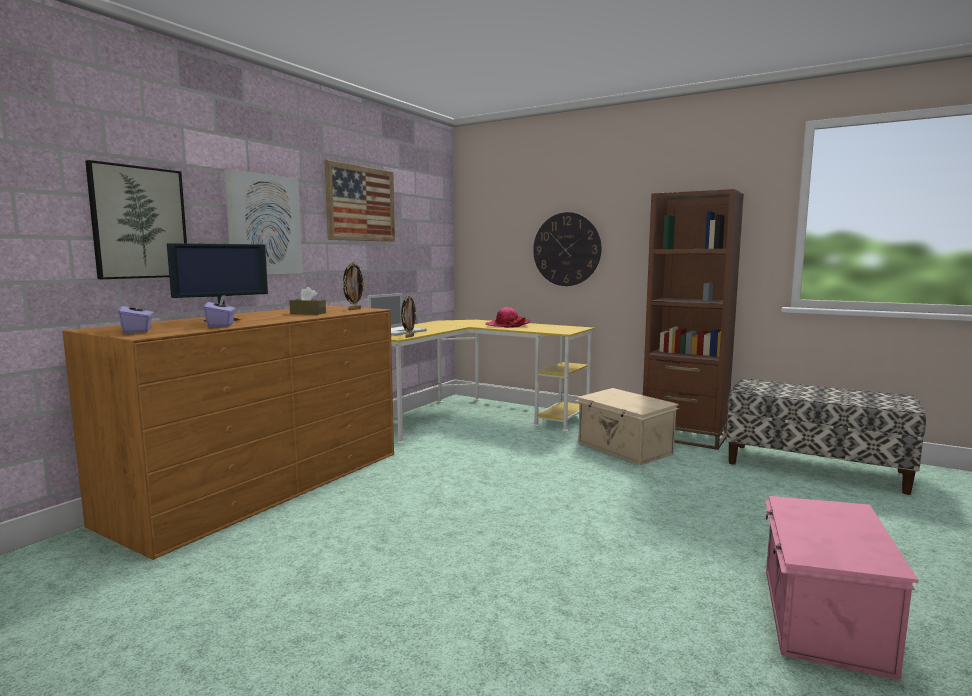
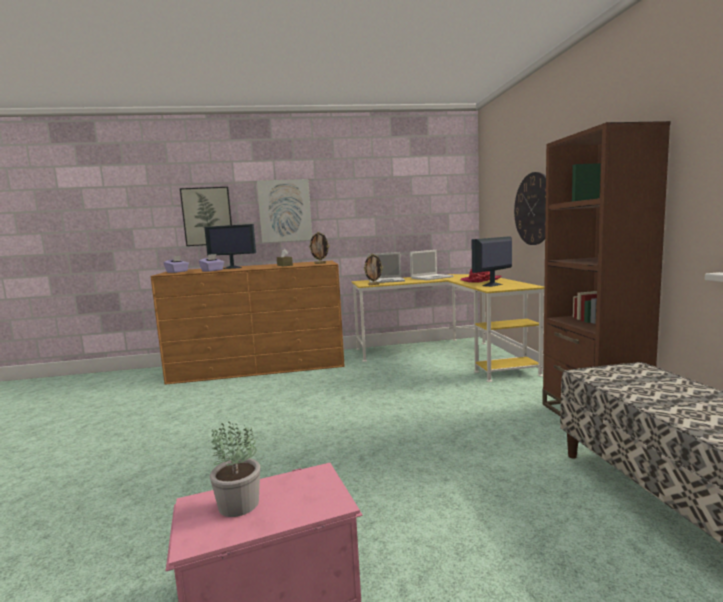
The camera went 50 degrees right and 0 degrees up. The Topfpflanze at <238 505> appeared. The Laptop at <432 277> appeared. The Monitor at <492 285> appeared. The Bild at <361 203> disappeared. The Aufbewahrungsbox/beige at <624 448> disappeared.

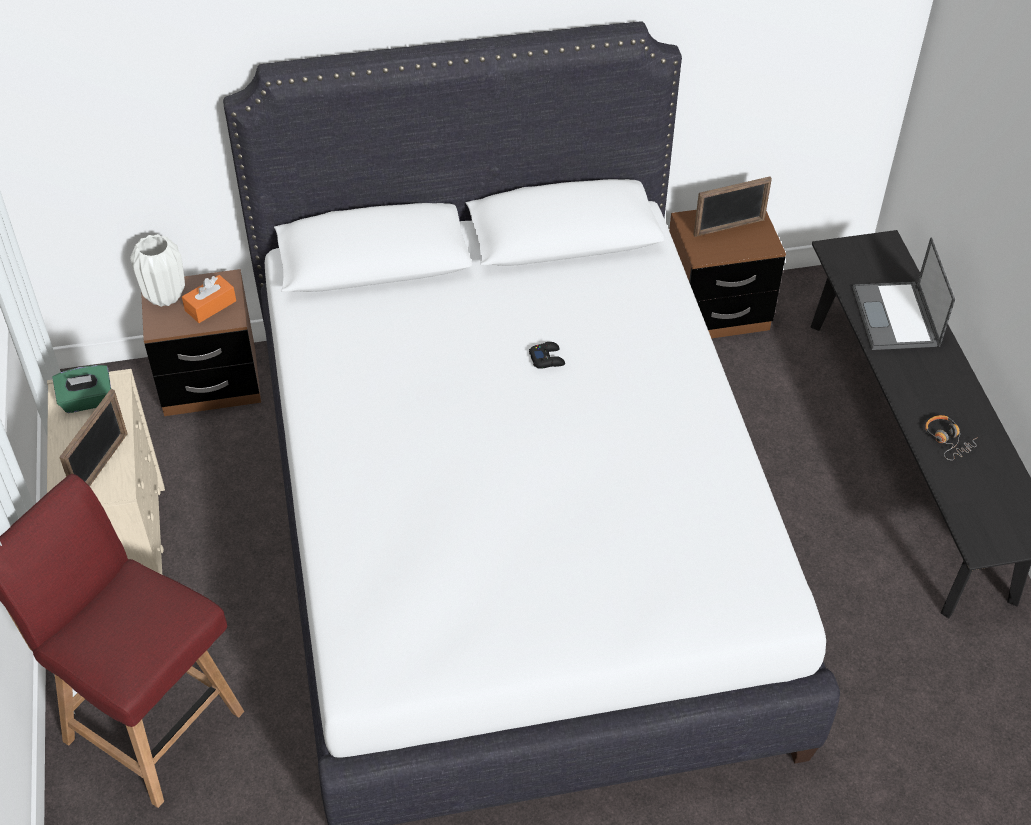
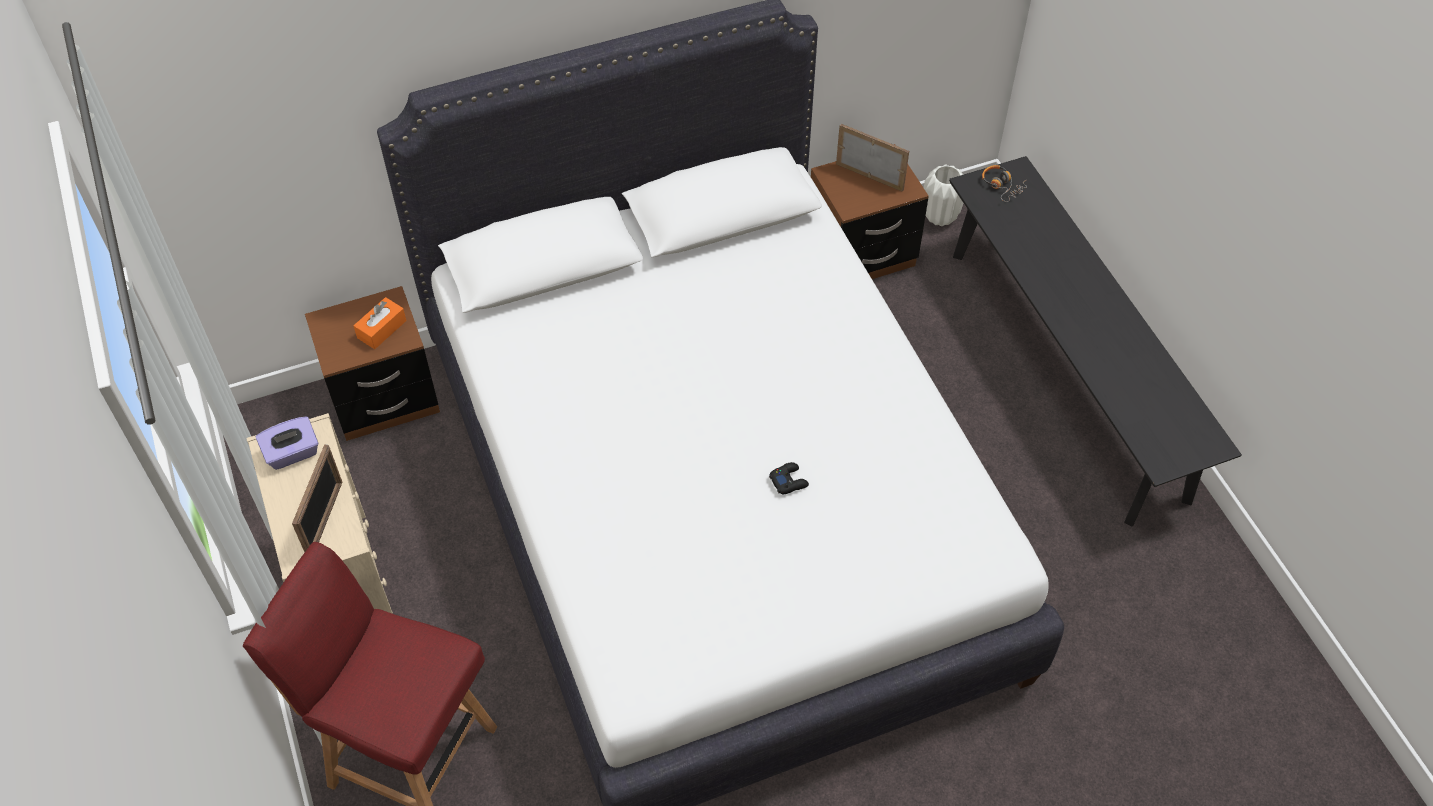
The camera went 10 degrees left and 5 degrees up. The Taschentuchbox/grün at <87 401> became the Taschentuchbox/lila at <292 453>. The Gamepad/schwarz moved from <547 359> to <789 481>. The Bilderrahmen at <729 227> turned 120 degrees counterclockwise. The Vase/weiß moved from <165 296> to <940 217>. The Kopfhörer moved from <947 440> to <1002 186>. The Laptop at <896 317> disappeared.

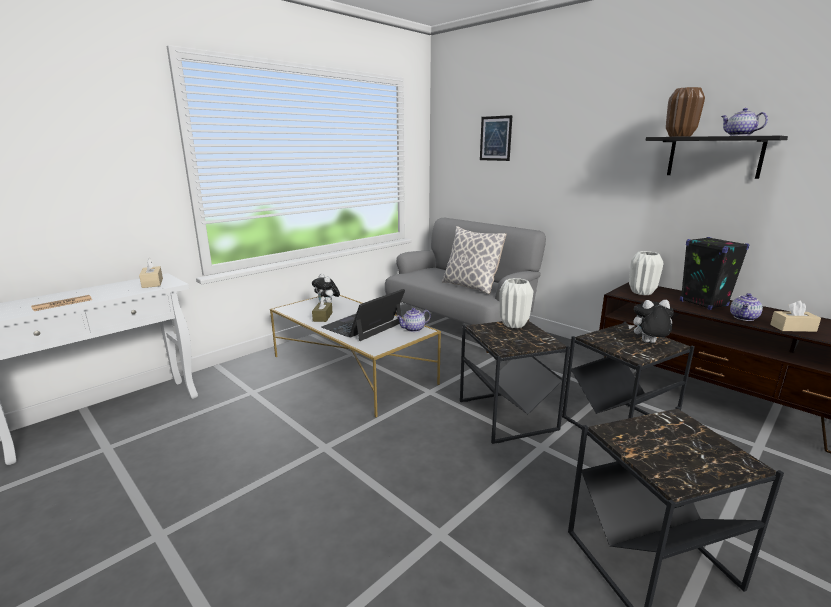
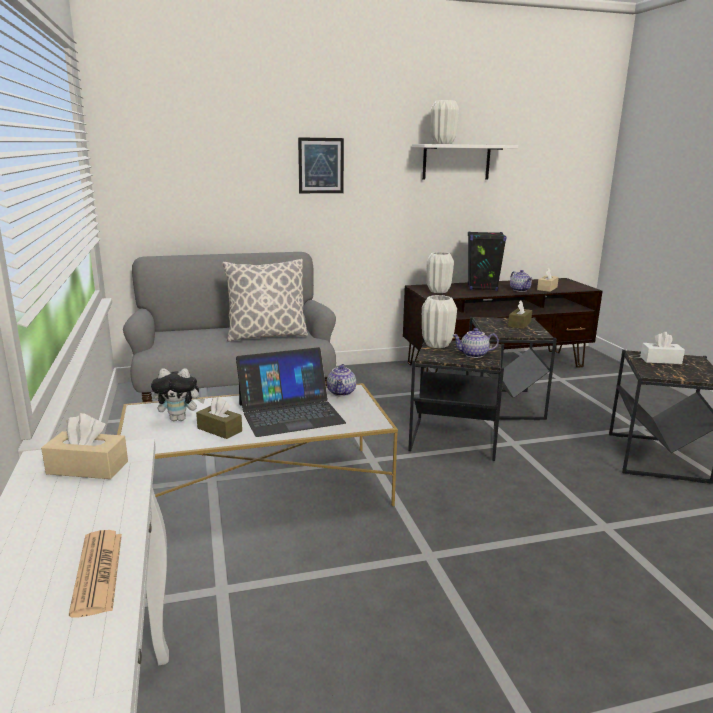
The camera went 60 degrees left and 0 degrees up. The Laptop at <363 325> turned 90 degrees counterclockwise. The Bild moved from <495 138> to <321 165>. The Wandregal/schwarz at <714 157> became the Wandregal/weiß at <456 162>. The Vase/braun at <680 136> became the Vase/weiß at <443 143>. The Teekanne moved from <738 135> to <473 355>. The Plüschtier at <648 343> was replaced by the Taschentuchbox/braun at <519 324>. The Taschentuchbox/weiß at <660 360> appeared.

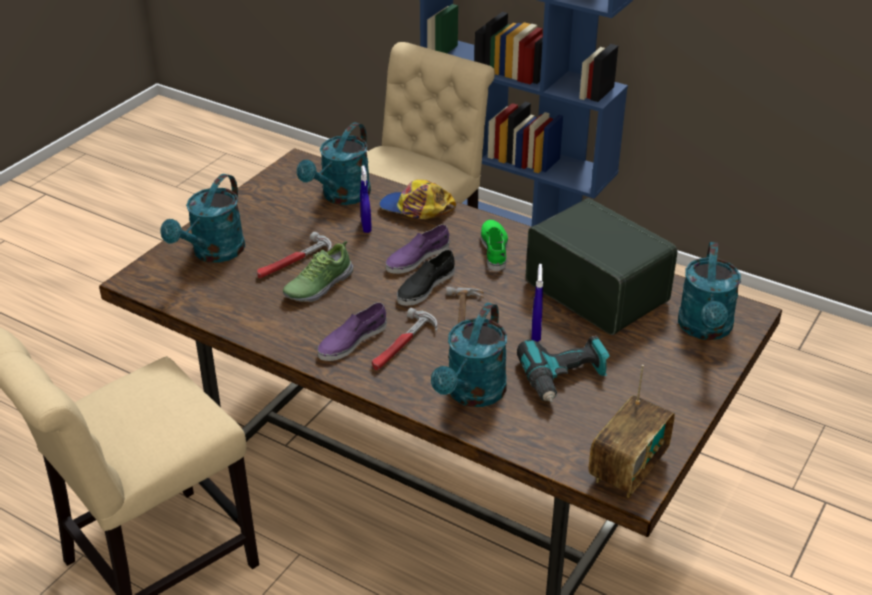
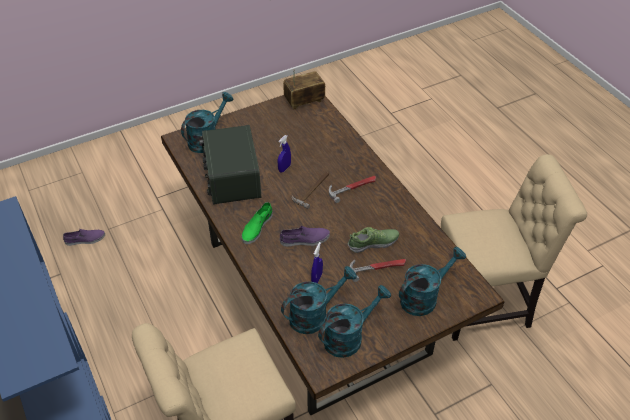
The camera went 150 degrees left and 10 degrees up. The Schuh/lila moved from <351 340> to <85 239>. The Gießkanne/türkis moved from <472 395> to <349 336>. The Kappe at <416 209> disappeared. The Schuh/schwarz at <425 286> disappeared. The Bohrmaschine at <565 379> disappeared.

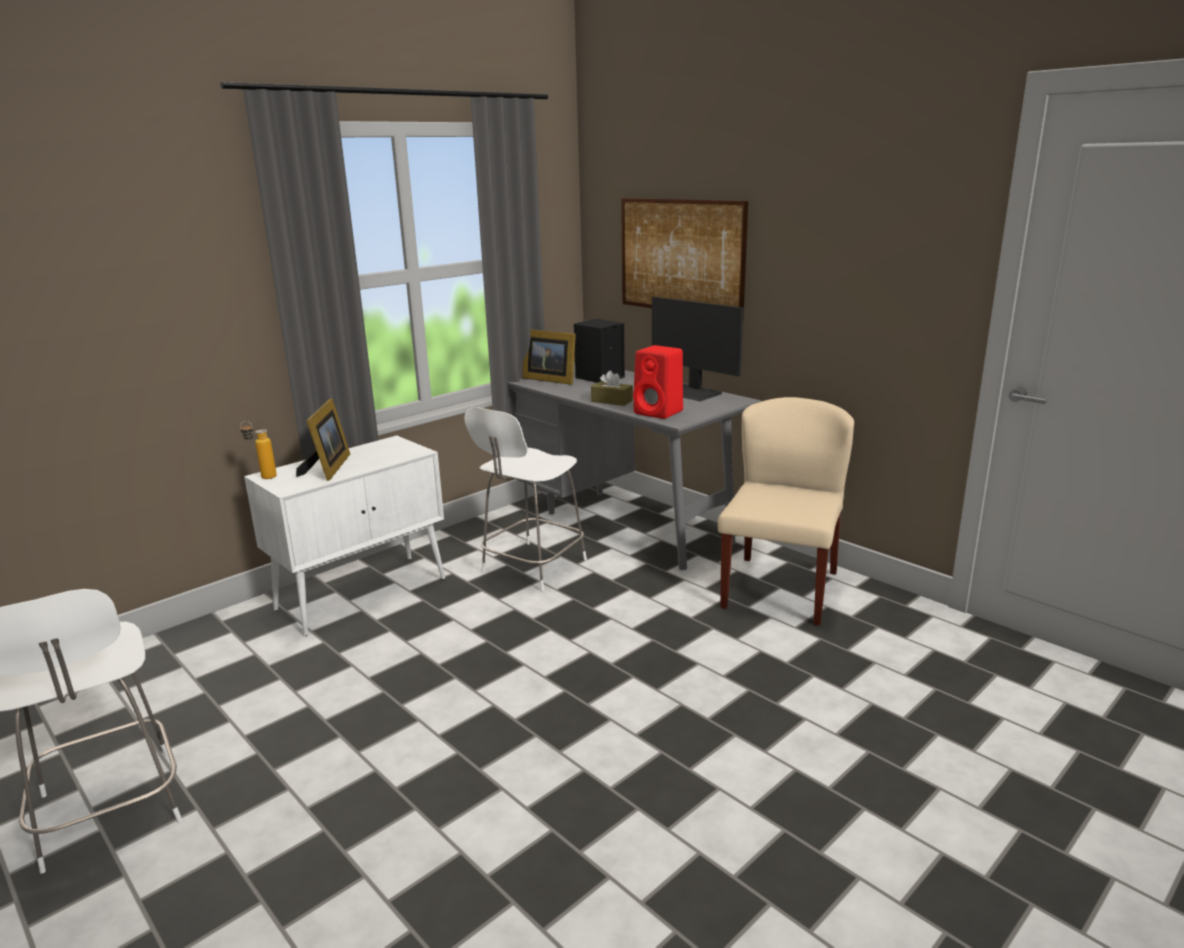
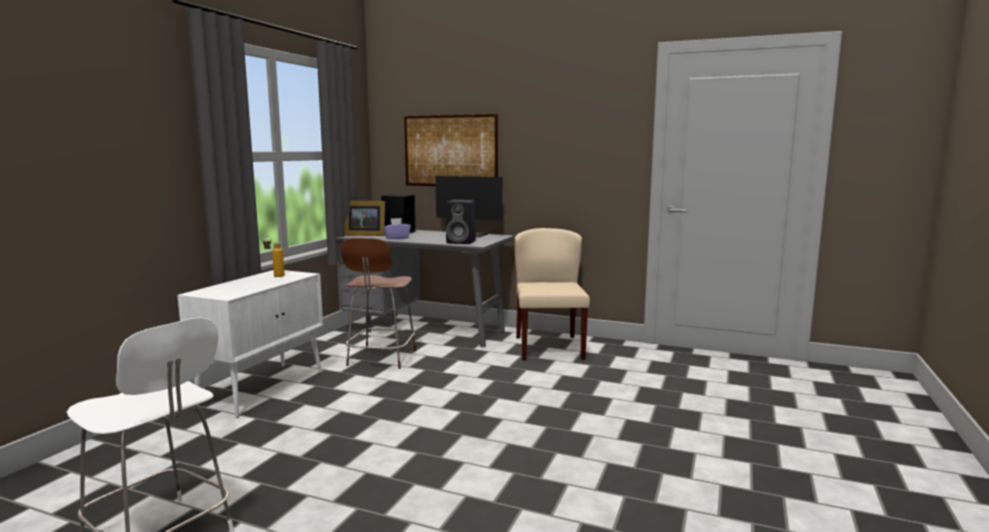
The camera went 25 degrees left and 10 degrees down. The Flasche moved from <263 477> to <274 276>. The Stuhl/weiß at <532 567> became the Stuhl/braun at <381 359>. The Taschentuchbox/lila at <396 238> appeared. The Lautsprecher/rot at <660 412> became the Lautsprecher/schwarz at <462 242>. The Bilderrahmen at <328 468> disappeared. The Taschentuchbox/braun at <612 401> disappeared.

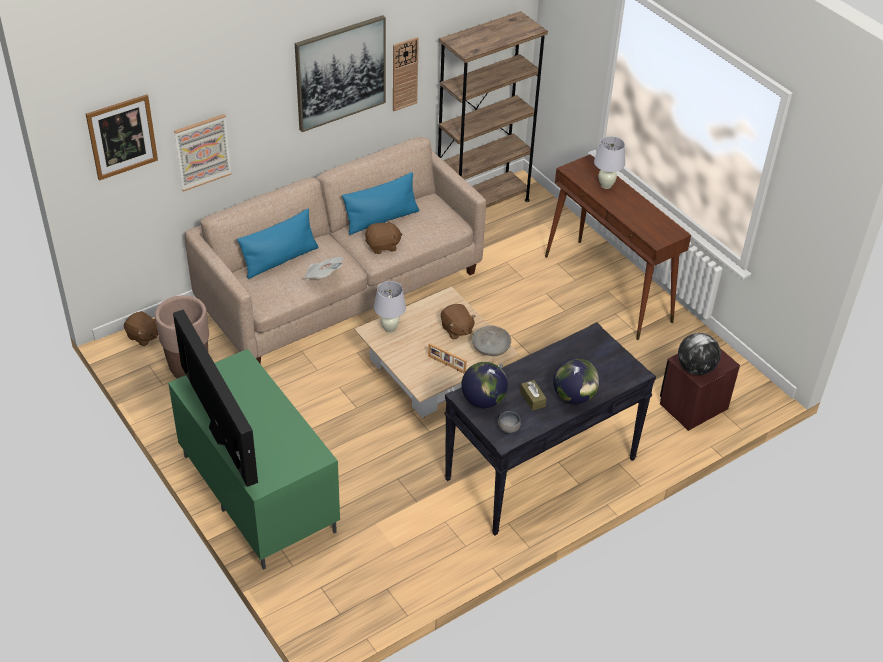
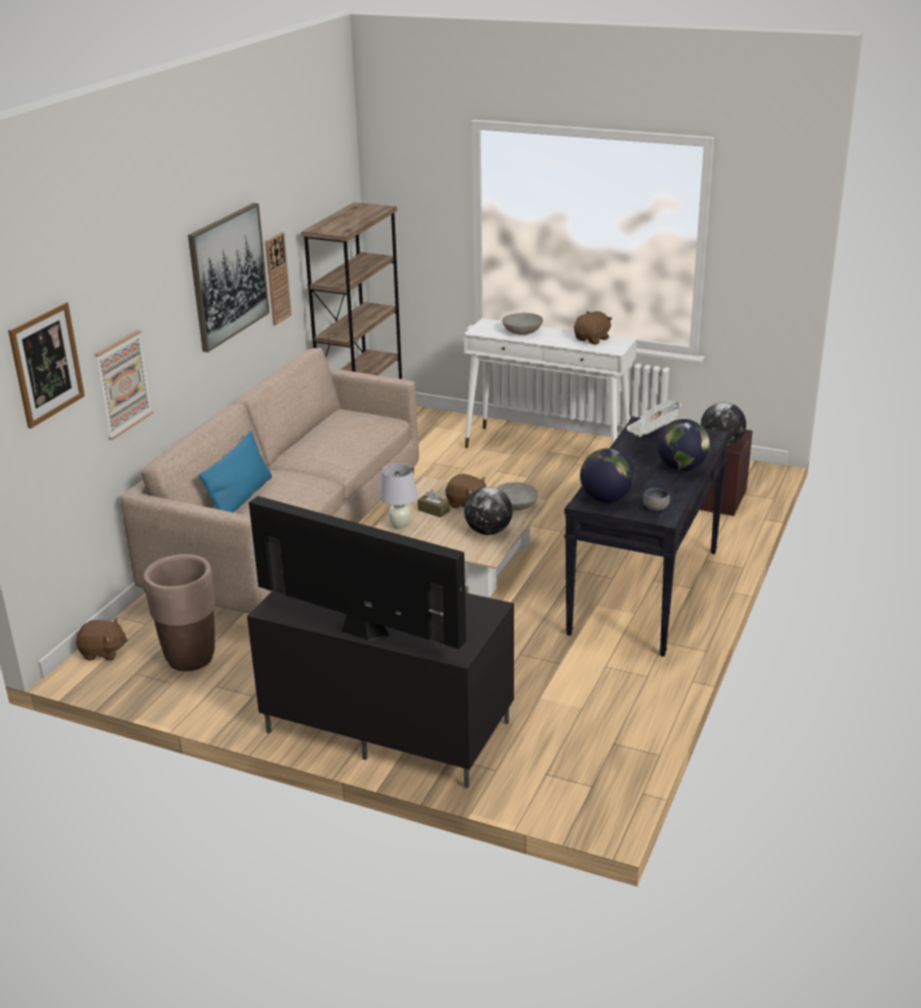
The camera went 30 degrees left and 15 degrees down. The Fernsehschrank/grün at <256 493> became the Fernsehschrank/schwarz at <385 728>. The Taschentuchbox/braun moved from <532 399> to <433 510>. The Konsolentisch/braun at <608 289> became the Konsolentisch/weiß at <548 450>. The Bilderrahmen at <446 365> was replaced by the Globus at <488 531>. The Tischlampe/weiß at <606 185> was replaced by the Schüssel/grau at <522 331>. The Plüschtier/braun moved from <383 246> to <592 339>. The Zeitung moved from <323 276> to <652 431>. The Kissen/blau at <381 220> disappeared.

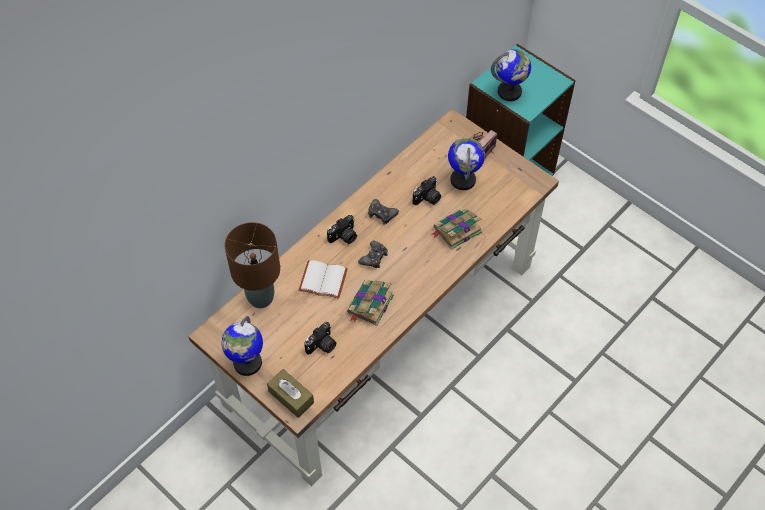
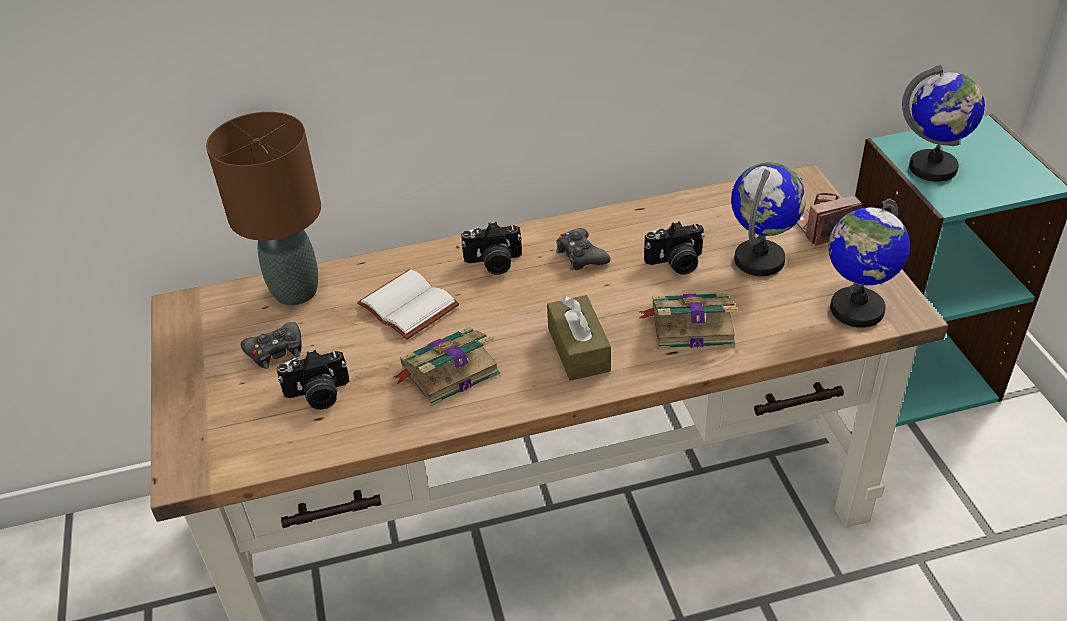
The camera went 35 degrees right and 15 degrees down. The Gamepad/schwarz moved from <374 257> to <276 351>. The Taschentuchbox/braun moved from <291 397> to <578 349>. The Globus moved from <247 363> to <856 309>.

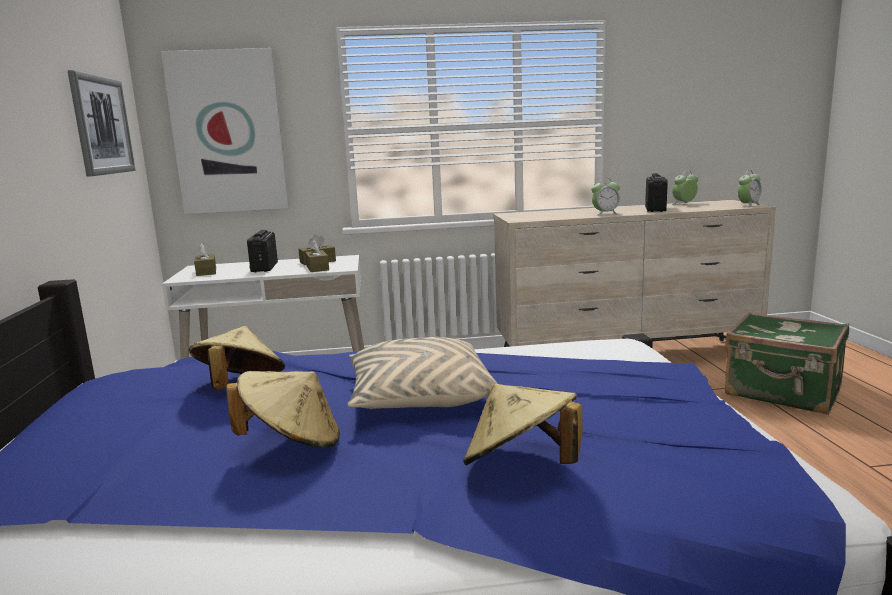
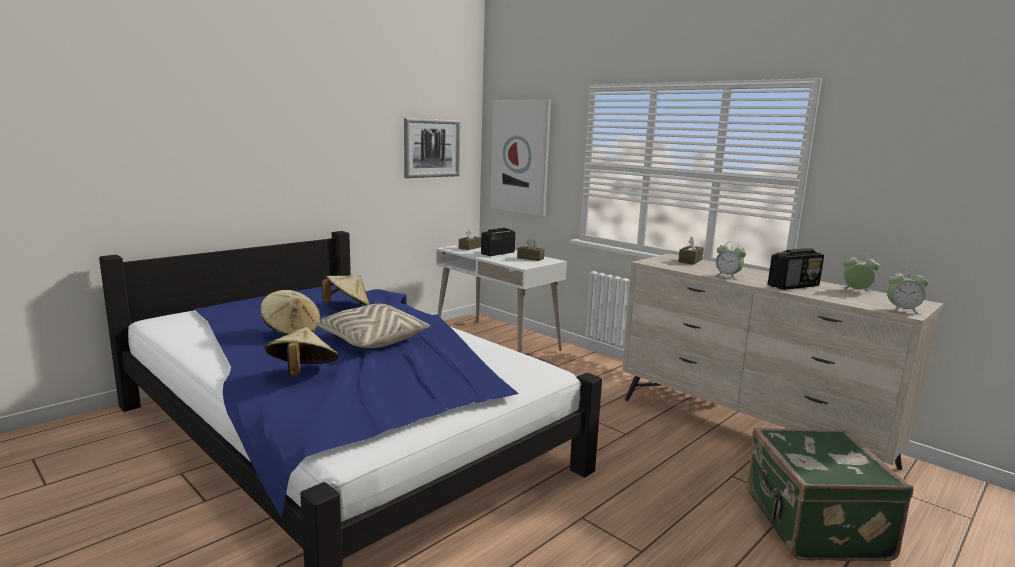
The camera went 50 degrees right and 0 degrees up. The Taschentuchbox/braun moved from <317 268> to <690 261>.

